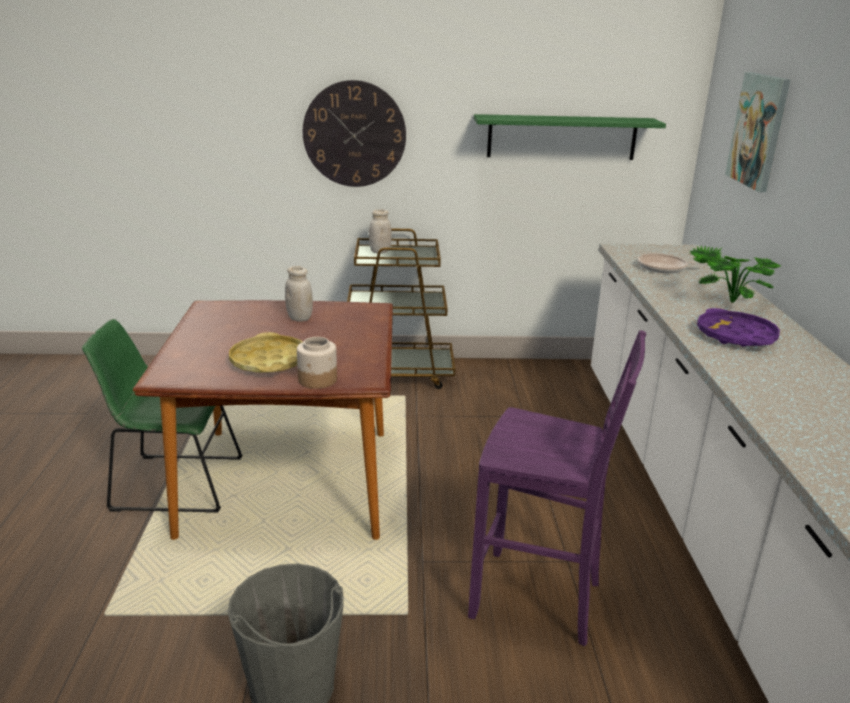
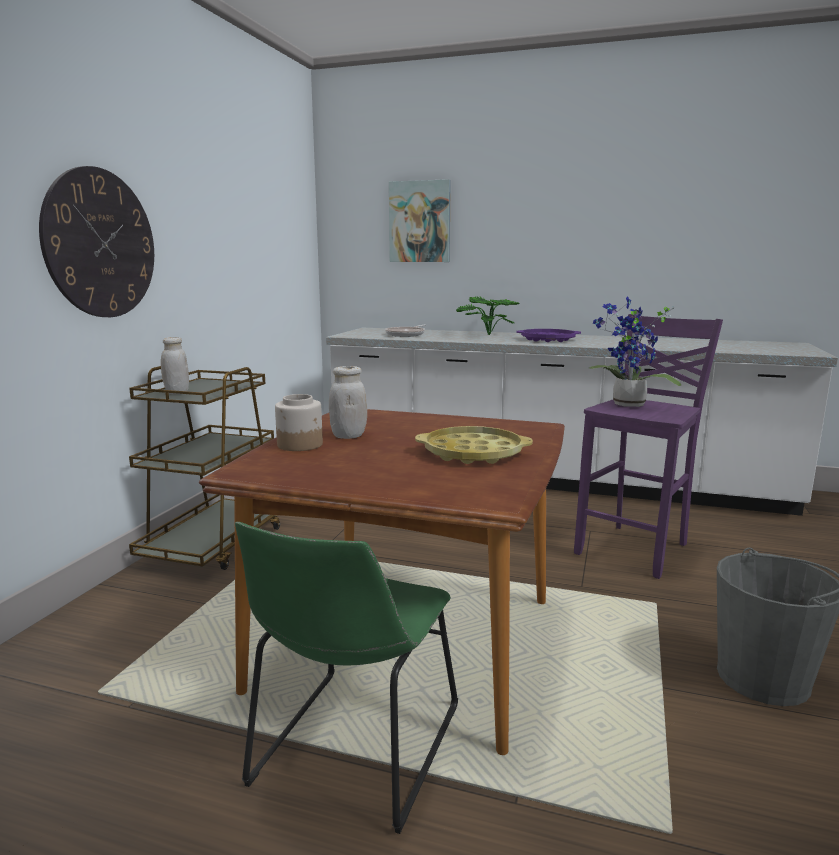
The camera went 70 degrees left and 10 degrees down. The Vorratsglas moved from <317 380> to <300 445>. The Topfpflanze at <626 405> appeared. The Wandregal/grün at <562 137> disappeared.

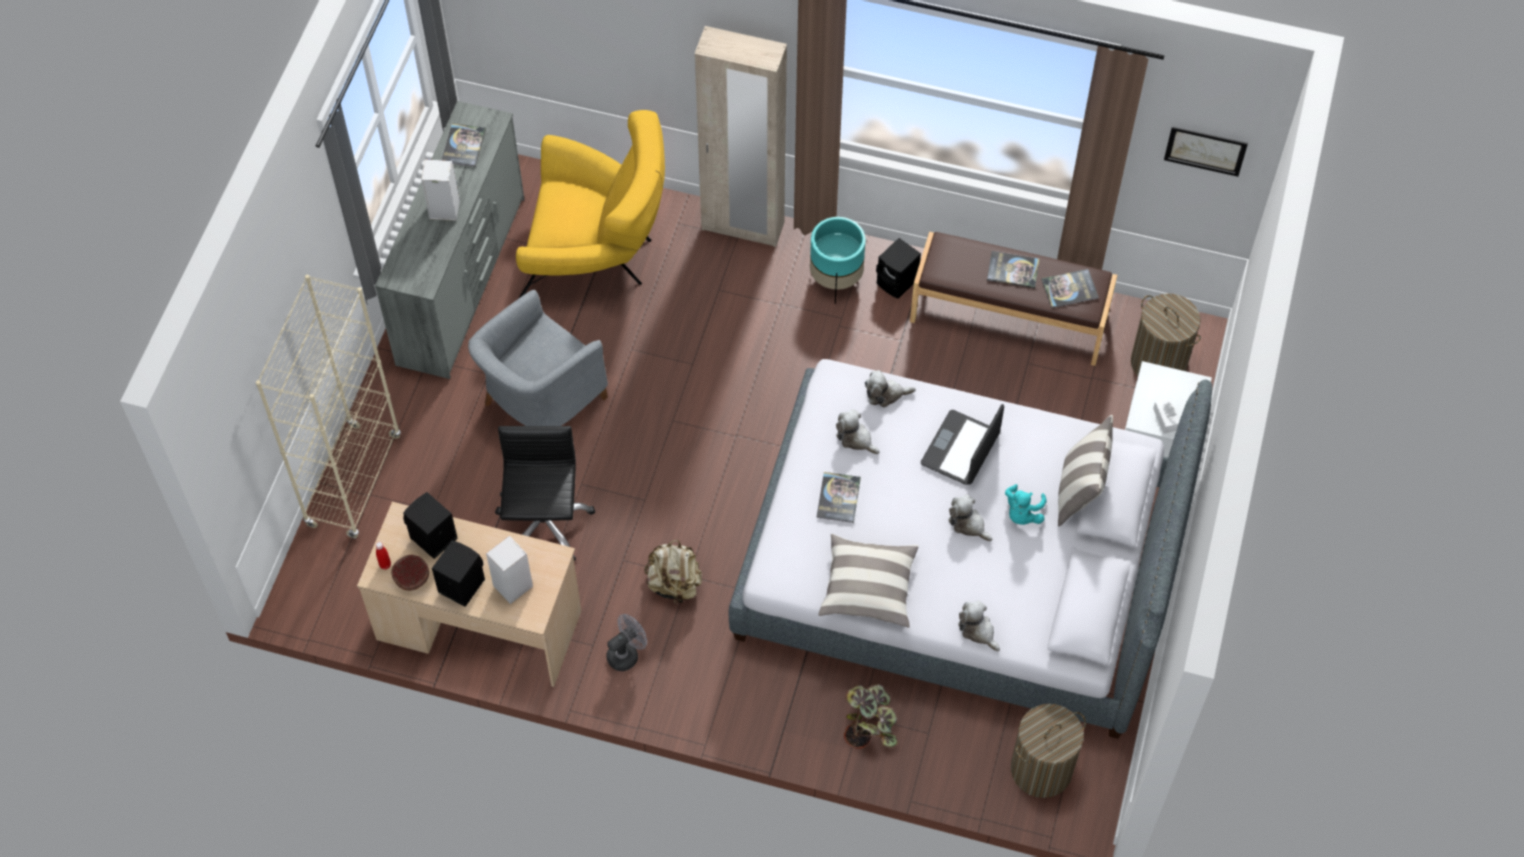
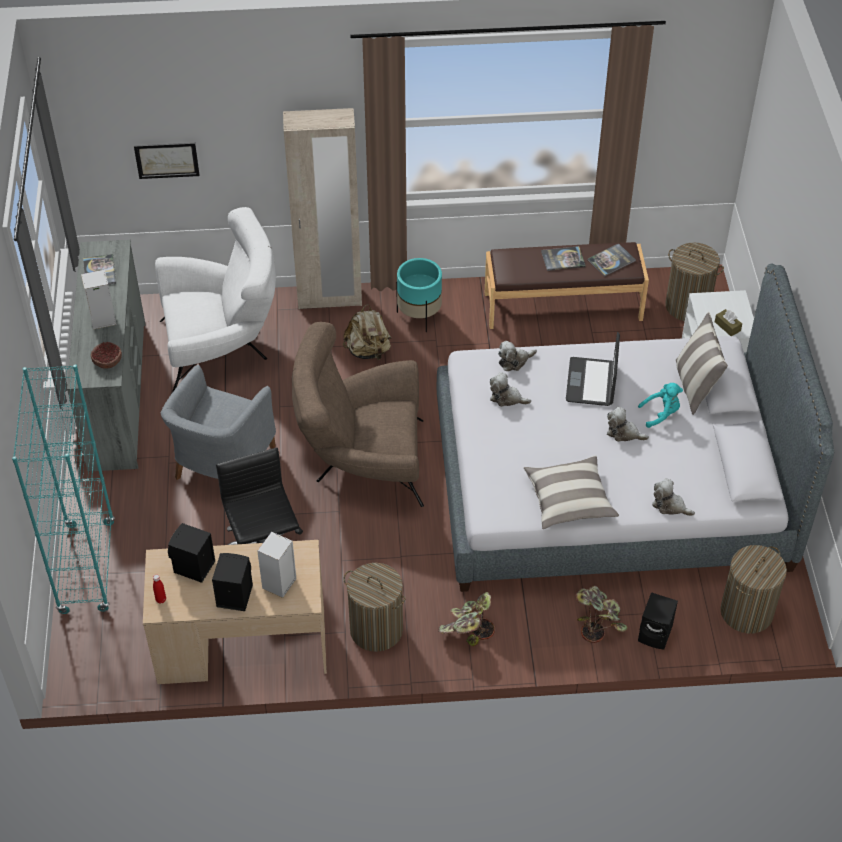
The camera went 20 degrees left and 10 degrees down. The Bücherregal/beige at <354 481> became the Bücherregal/türkis at <87 567>. The Schüssel moved from <412 577> to <108 361>. The Bild moved from <1205 150> to <167 160>. The Sessel/gelb at <597 254> became the Sessel/weiß at <222 347>. The Sessel/braun at <362 463> appeared. The Rucksack/beige moved from <674 584> to <368 351>. The Ventilator/grau at <626 654> was replaced by the Wäschekorb at <376 629>. The Topfpflanze at <466 630> appeared. The Plüschtier/türkis at <1022 513> turned 105 degrees counterclockwise. The Lautsprecher/schwarz moved from <898 283> to <656 634>. The Taschentuchbox/weiß at <1166 419> became the Taschentuchbox/braun at <727 326>. The Buch at <838 498> disappeared.

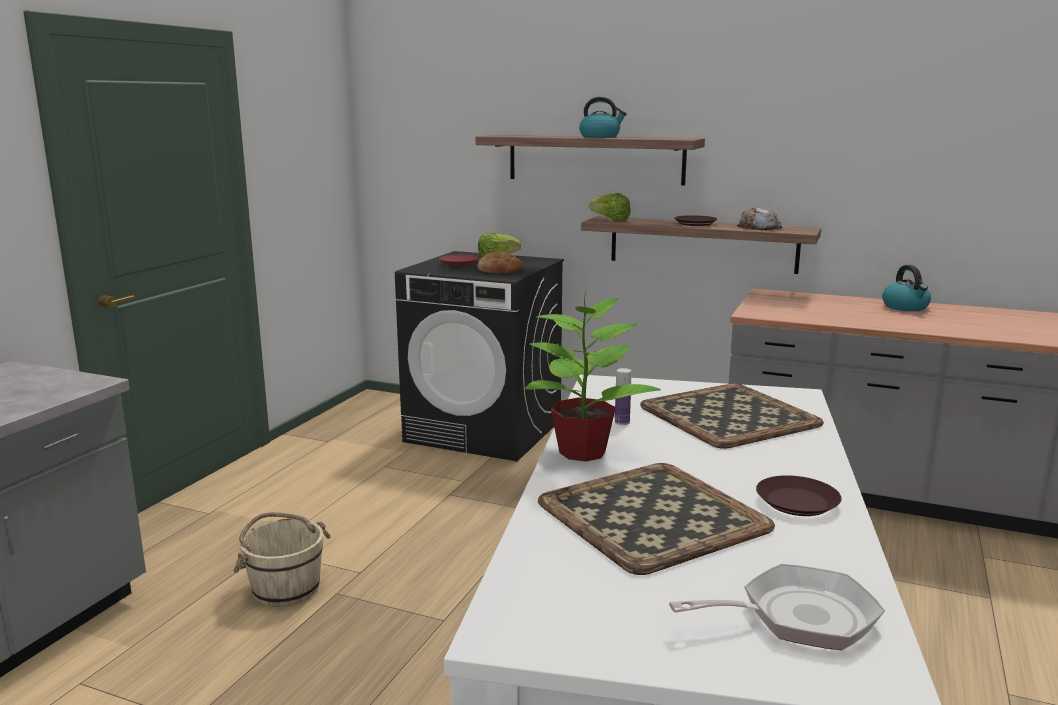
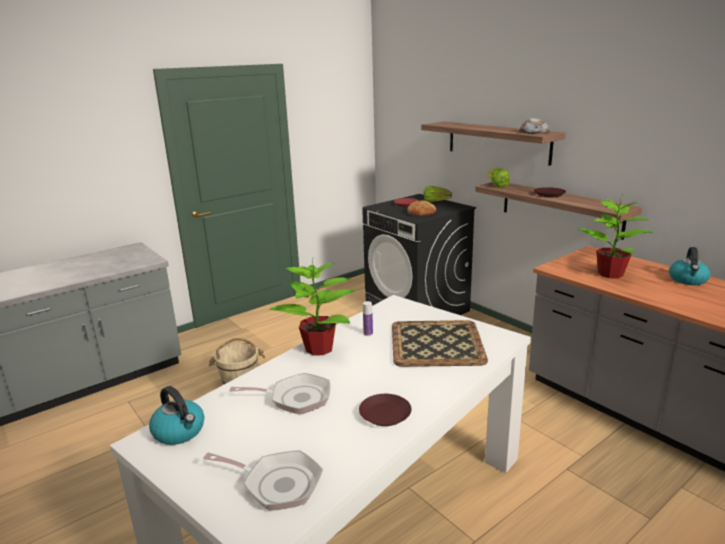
The camera went 30 degrees right and 5 degrees up. The Wasserkessel moved from <600 137> to <180 432>. The Tablett at <649 515> was replaced by the Pfanne at <295 398>. The Brot moved from <759 227> to <533 132>. The Topfpflanze at <611 274> appeared.

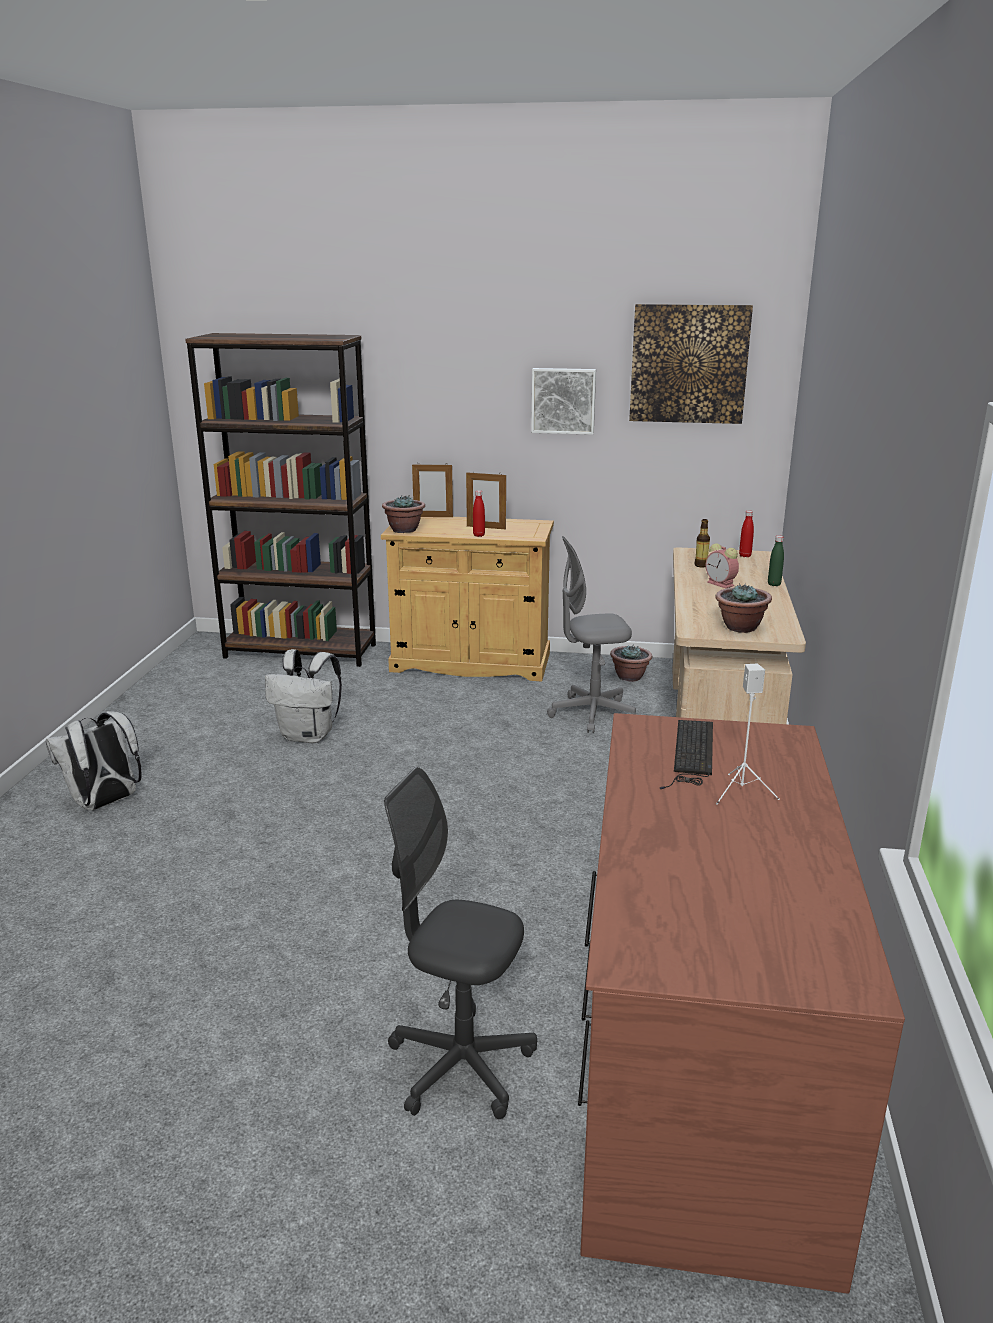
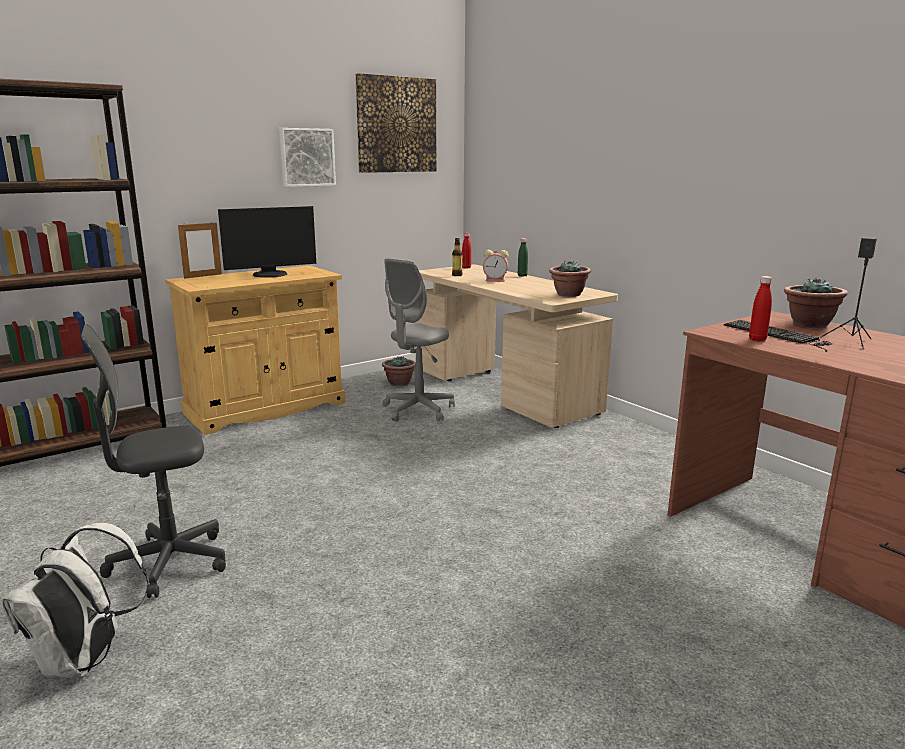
The camera went 45 degrees left and 5 degrees down. The Bürostuhl/grau moved from <460 1066> to <169 563>. The Bilderrahmen at <486 527> was replaced by the Monitor at <270 275>. The Flasche/rot moved from <479 535> to <757 339>. The Topfpflanze moved from <404 530> to <809 324>. The Lautsprecher/weiß at <742 792> became the Lautsprecher/schwarz at <851 341>. The Rucksack/weiß at <309 736> disappeared.

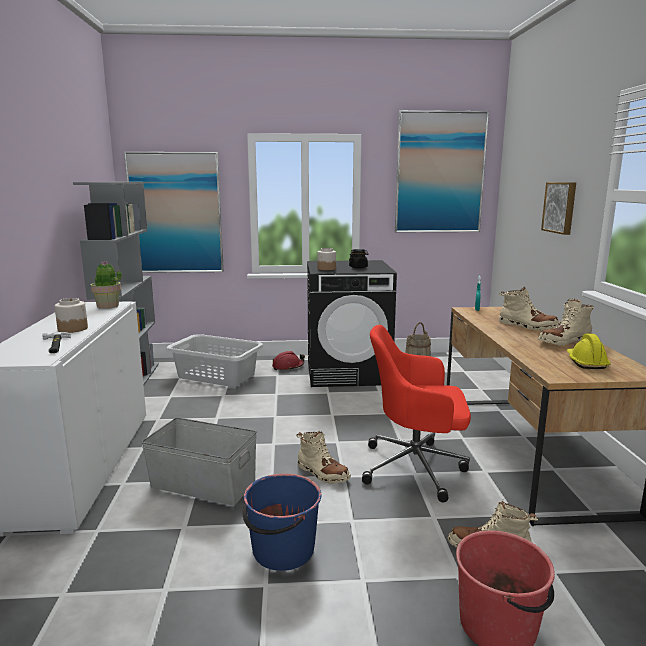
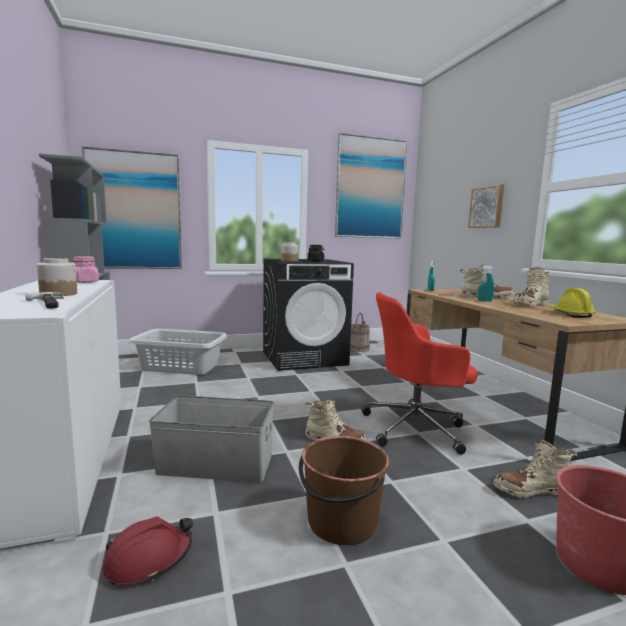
The camera went 15 degrees left and 5 degrees down. The Topfpflanze at <108 306> was replaced by the Vorratsglas/rosa at <85 282>. The Schutzhelm/rot moved from <288 367> to <148 560>. The Eimer/blau at <282 550> became the Eimer/braun at <341 522>. The Sprühflasche/türkis at <484 301> appeared.

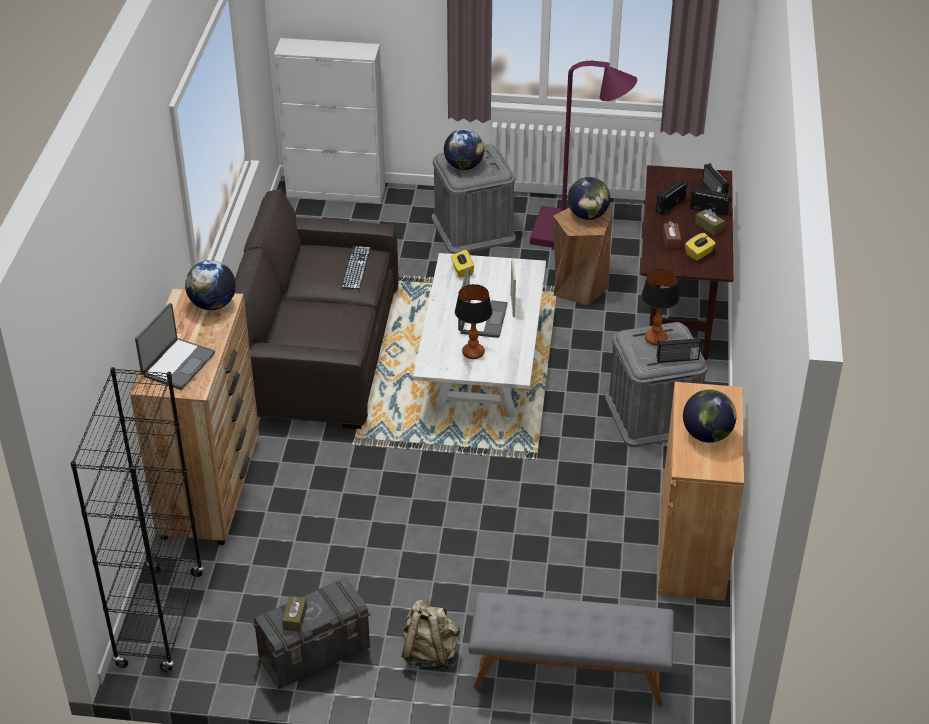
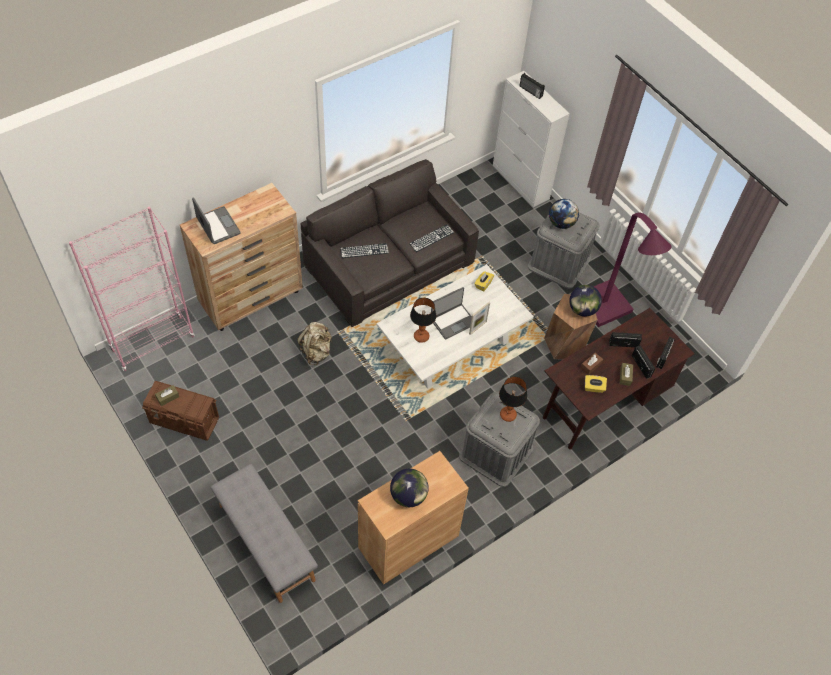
The camera went 45 degrees right and 15 degrees up. The Bücherregal/schwarz at <160 620> became the Bücherregal/rosa at <153 343>. The Aufbewahrungsbox/grau at <315 653> became the Aufbewahrungsbox/braun at <184 421>. The Laptop at <177 364> turned 105 degrees counterclockwise. The Rucksack/beige moved from <430 653> to <316 352>. The Tastatur at <364 250> appeared. The Radio moved from <677 359> to <530 91>. The Globus at <212 304> disappeared.

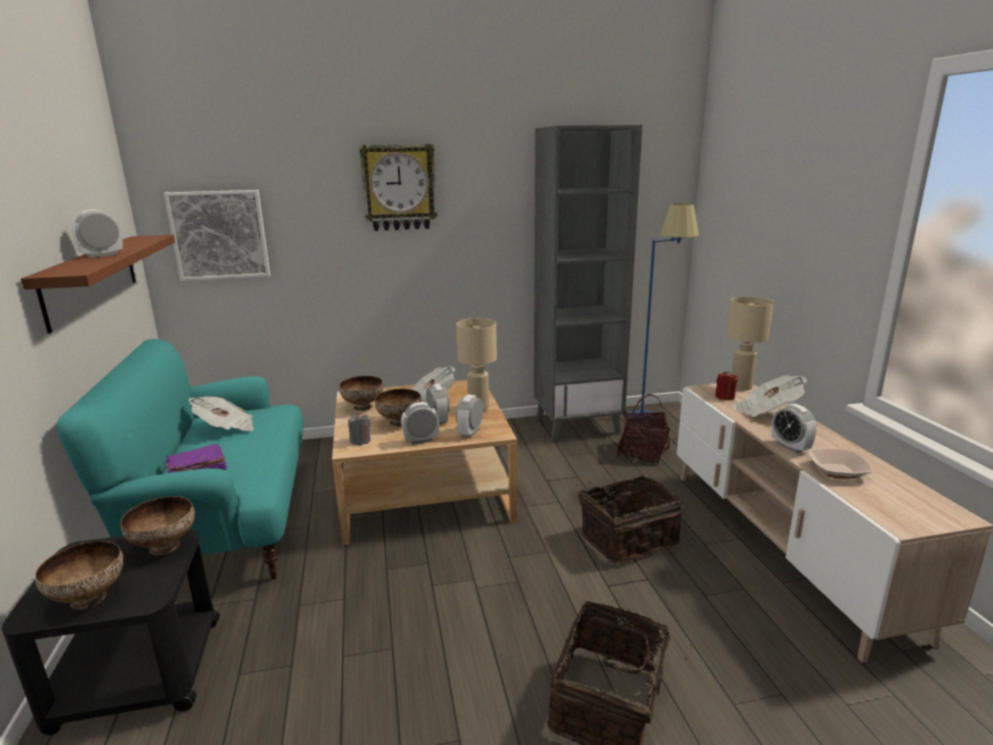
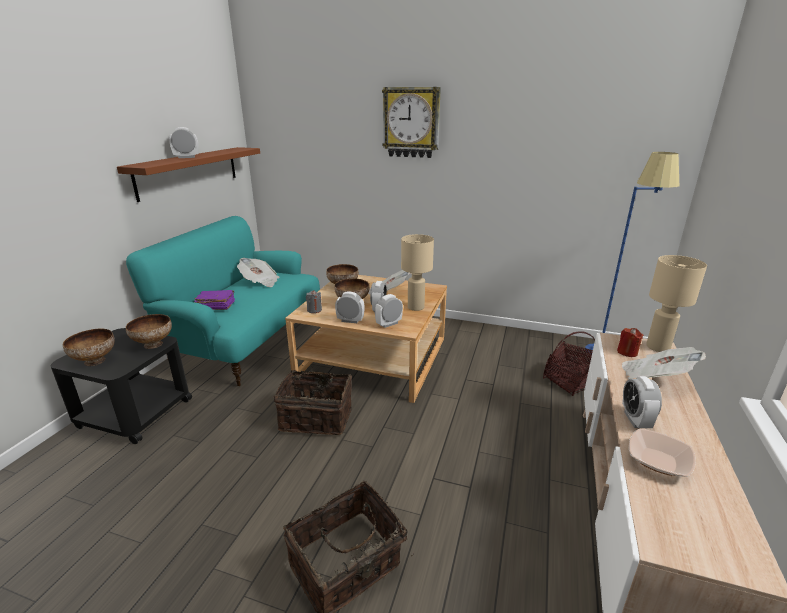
The camera went 30 degrees right and 5 degrees up. The Korb moved from <627 538> to <317 417>. The Bild at <219 235> disappeared. The Bücherregal/grau at <577 425> disappeared.

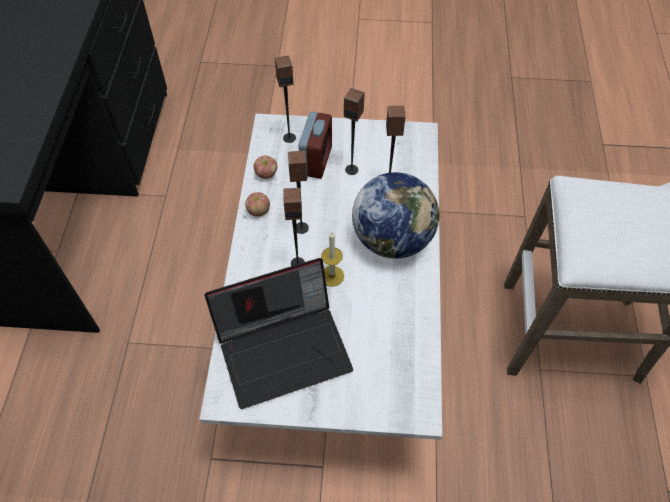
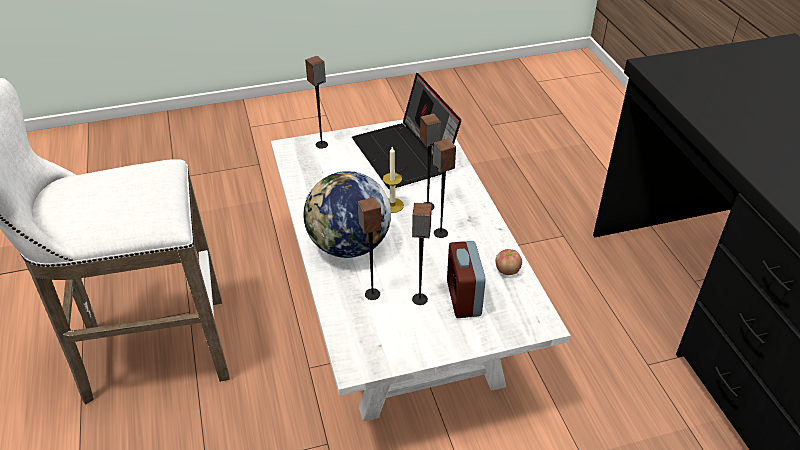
The camera went 160 degrees right and 15 degrees down. The Lautsprecher moved from <289 137> to <321 145>. The Laptop at <285 348> turned 75 degrees counterclockwise. The Apfel at <258 211> disappeared.

